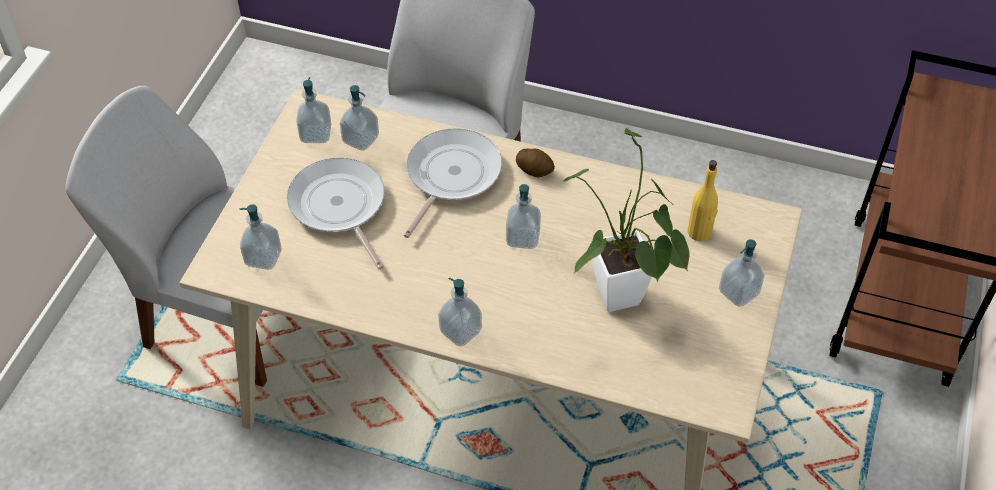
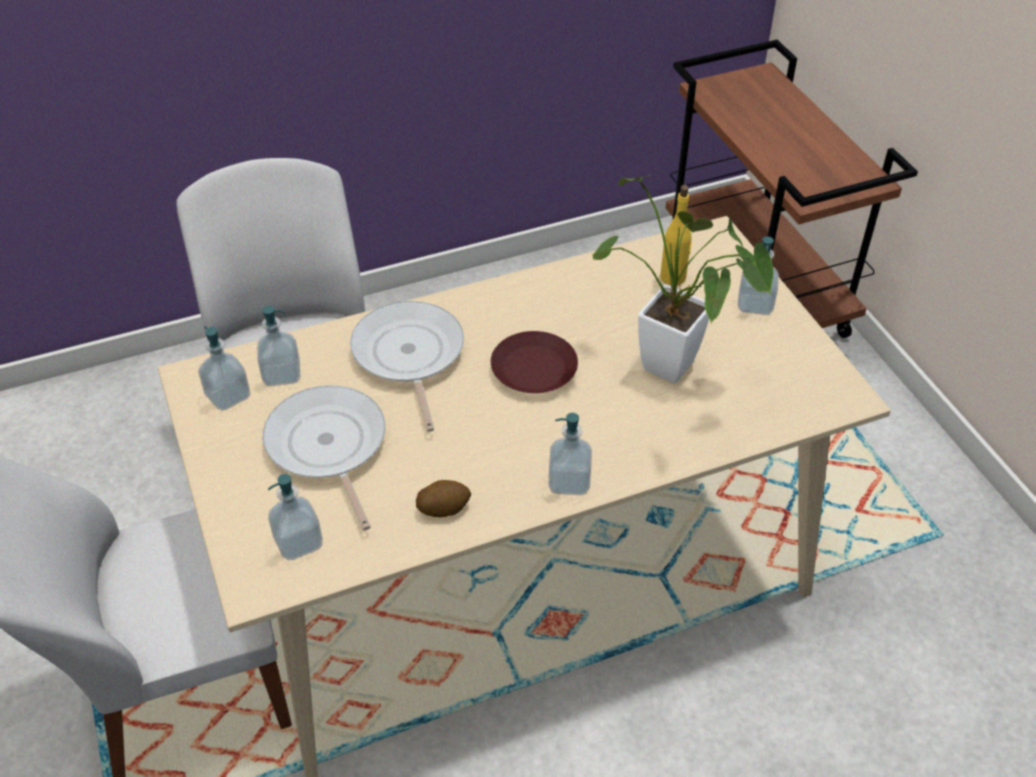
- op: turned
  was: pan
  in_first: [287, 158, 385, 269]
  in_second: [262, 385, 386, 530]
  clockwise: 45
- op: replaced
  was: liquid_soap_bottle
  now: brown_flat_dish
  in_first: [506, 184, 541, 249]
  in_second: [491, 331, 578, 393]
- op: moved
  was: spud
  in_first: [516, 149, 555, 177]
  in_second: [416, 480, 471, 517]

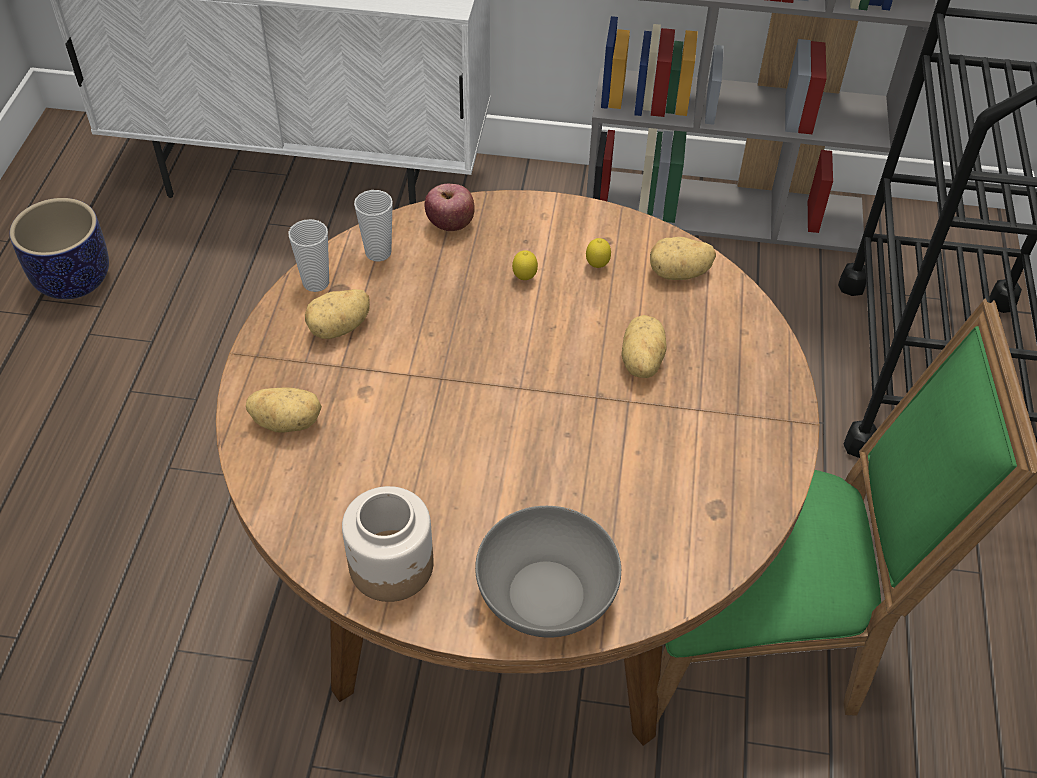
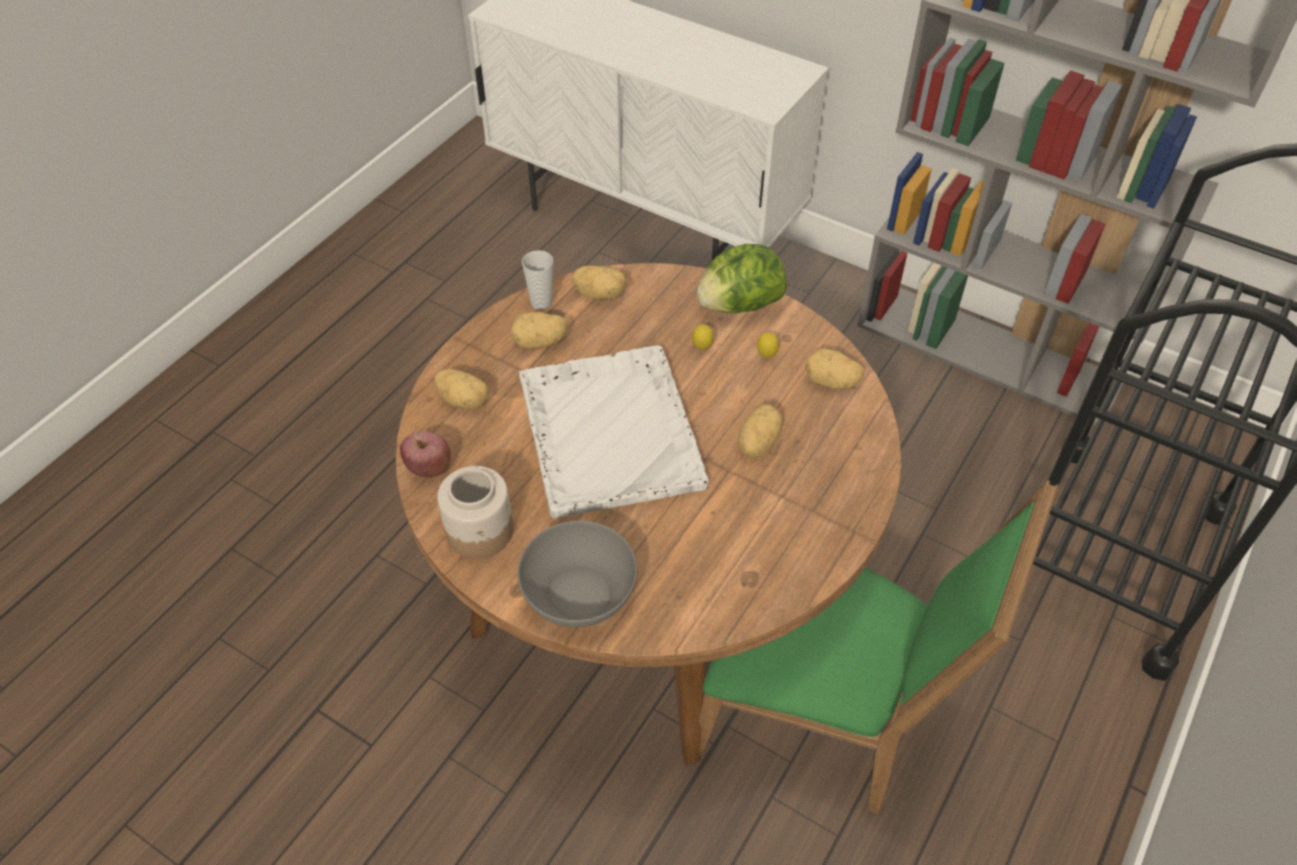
- op: removed
  was: plant_pot
  in_first: [10, 198, 109, 299]
- op: replaced
  was: drinking_cup
  now: spud
  in_first: [354, 190, 393, 261]
  in_second: [572, 266, 627, 299]
- op: moved
  was: whole_apple
  in_first: [424, 184, 475, 231]
  in_second: [400, 431, 451, 477]
- op: added
  now: white-coloured_serving_tray
  in_second: [518, 345, 709, 518]
- op: added
  now: head_of_lettuce
  in_second: [697, 244, 787, 313]

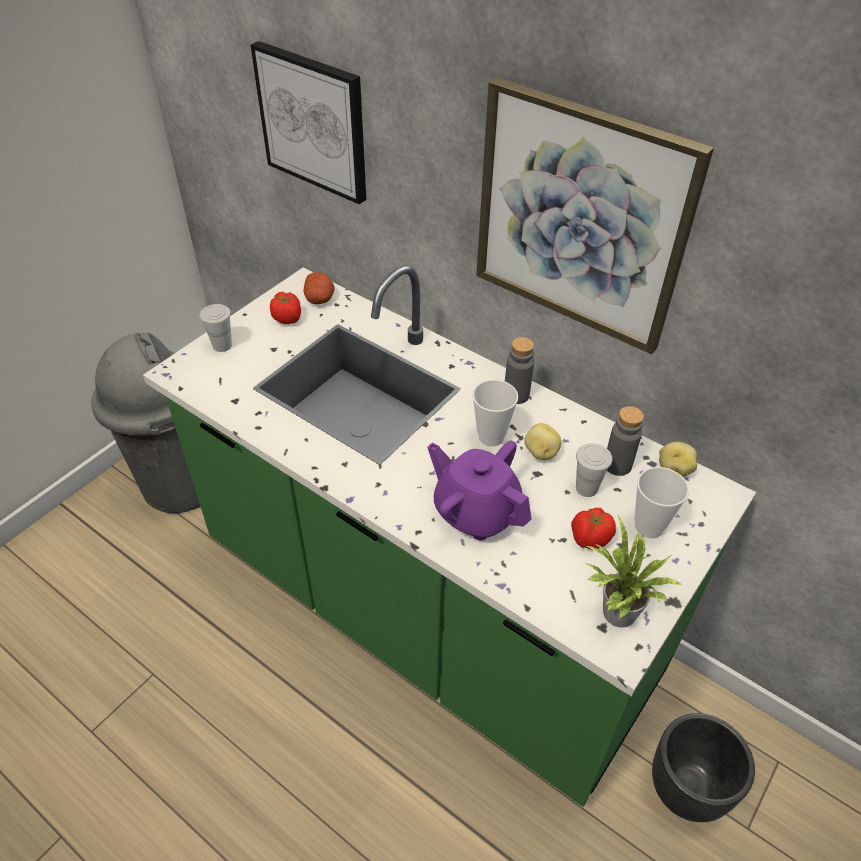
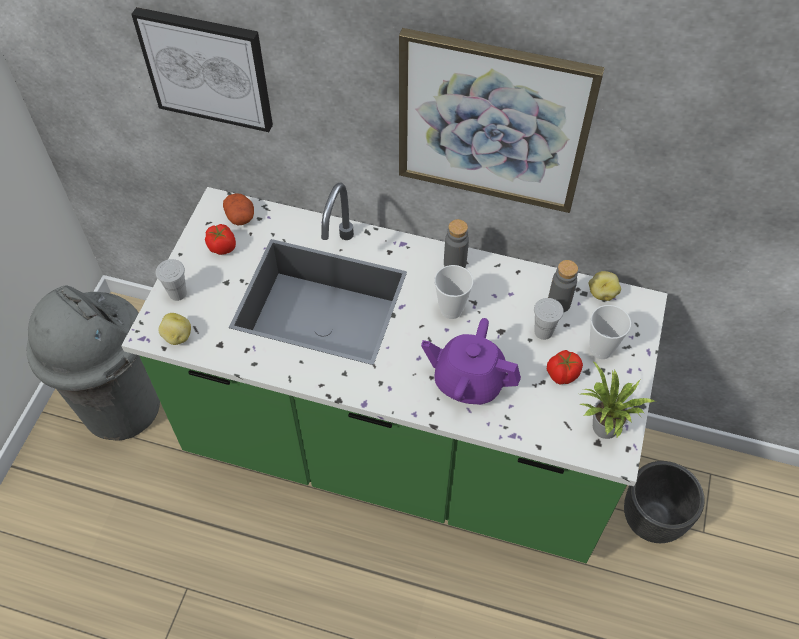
- op: moved
  was: spud
  in_first: [524, 423, 561, 460]
  in_second: [158, 313, 191, 345]

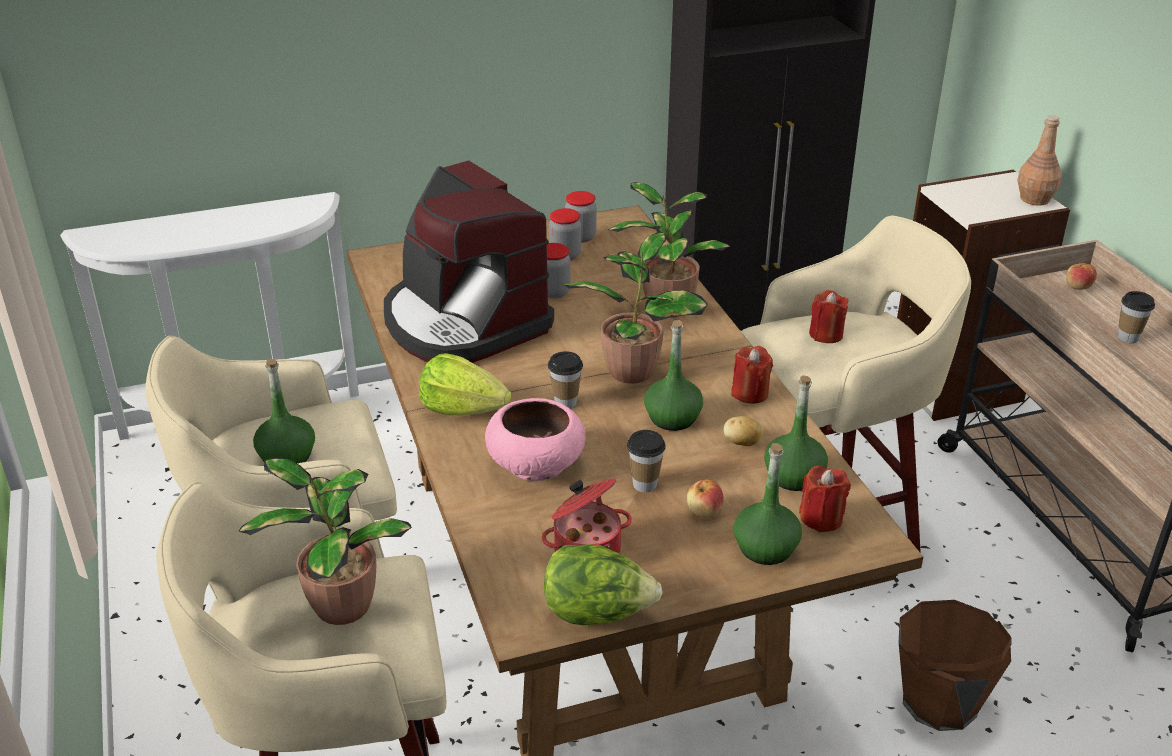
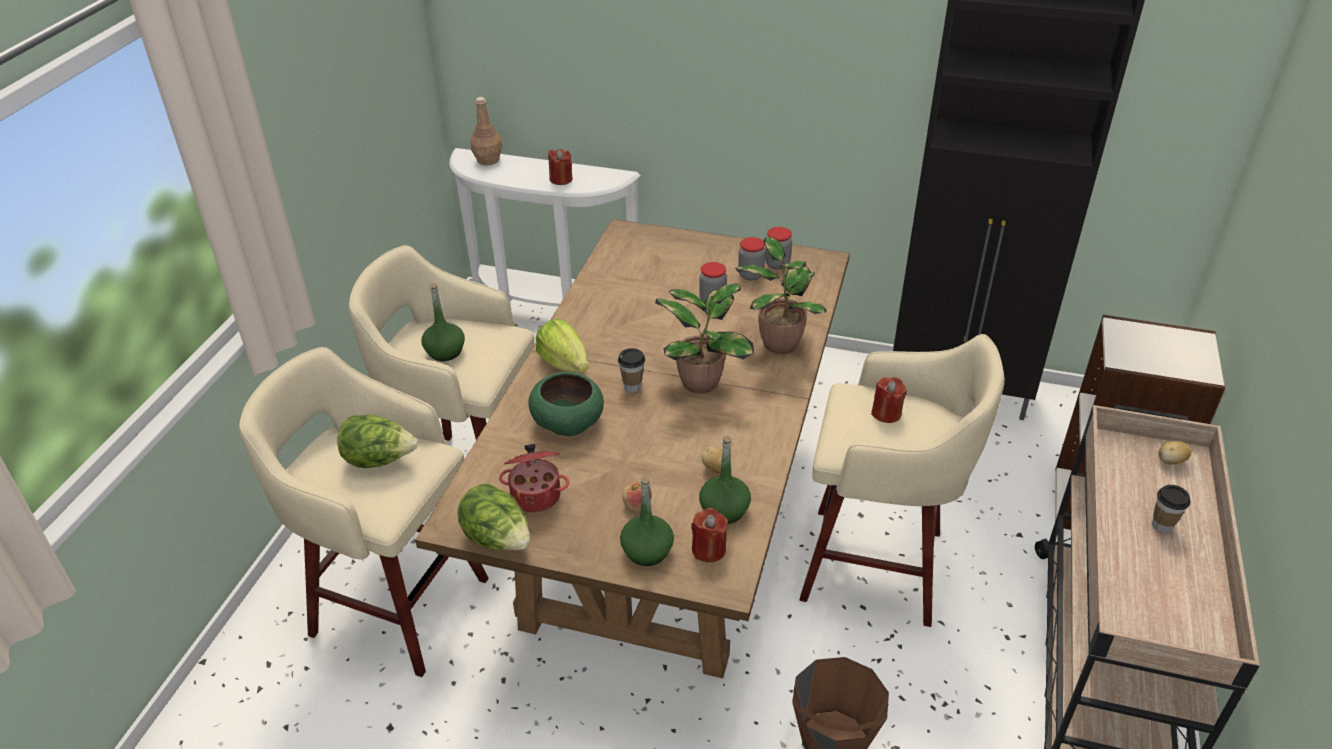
- op: replaced
  was: potted_plant
  now: head_of_lettuce
  in_first: [239, 458, 412, 625]
  in_second: [337, 414, 418, 468]
- op: removed
  was: coffee_brewer
  in_first: [384, 160, 554, 363]
- op: recoloured
  was: pink-coloured_bowl
  now: greenish_bowl
  in_first: [485, 398, 586, 481]
  in_second: [528, 372, 604, 436]
- op: removed
  was: drinking_cup
  in_first: [627, 430, 666, 492]
- op: removed
  was: greenish_drink_bottle
  in_first: [644, 320, 703, 431]
- op: moved
  was: red-coloured_candle
  in_first: [731, 346, 773, 404]
  in_second: [548, 149, 573, 185]
- op: moved
  was: brown_drink_bottle
  in_first: [1017, 115, 1062, 206]
  in_second: [470, 97, 502, 165]
- op: replaced
  was: whole_apple
  now: spud
  in_first: [1066, 263, 1097, 290]
  in_second: [1159, 441, 1191, 465]

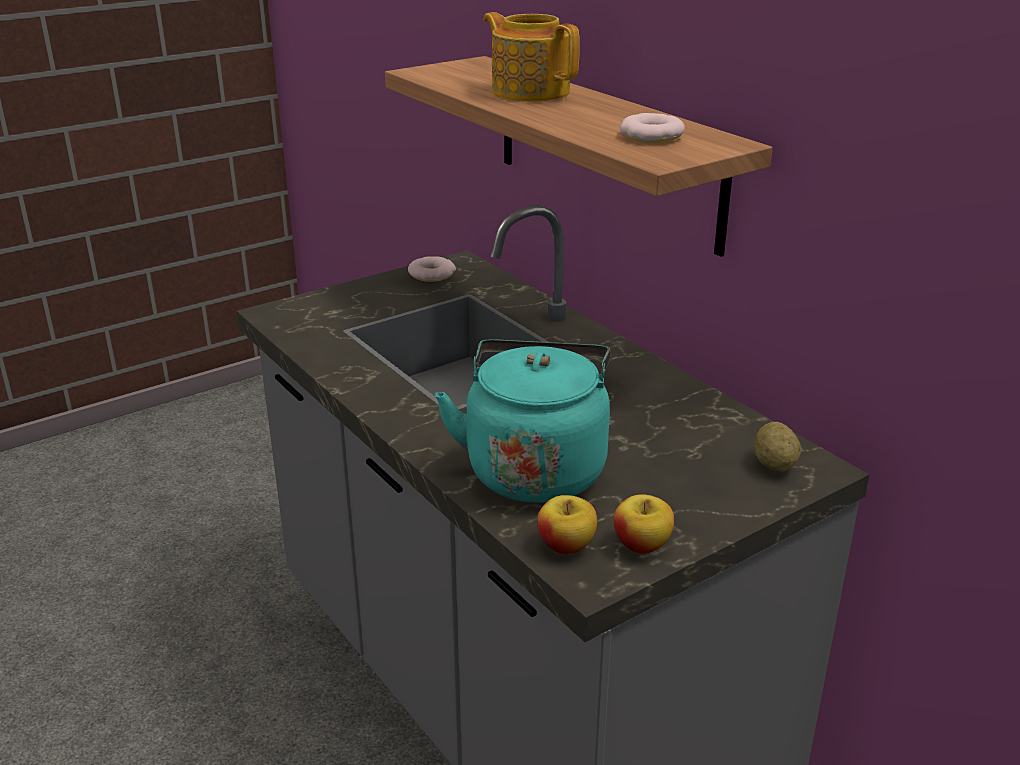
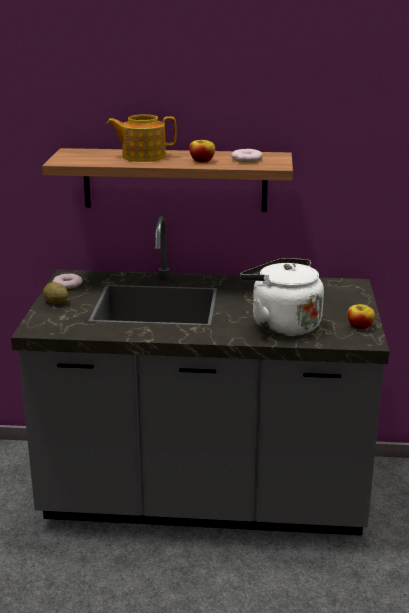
- op: recoloured
  was: turquoise-coloured_tea_kettle
  now: white-coloured_tea_kettle
  in_first: [435, 339, 610, 503]
  in_second: [240, 258, 324, 336]
- op: moved
  was: whole_apple
  in_first: [537, 495, 597, 555]
  in_second: [189, 140, 215, 163]
- op: moved
  was: spud
  in_first: [755, 422, 801, 472]
  in_second: [43, 282, 68, 304]

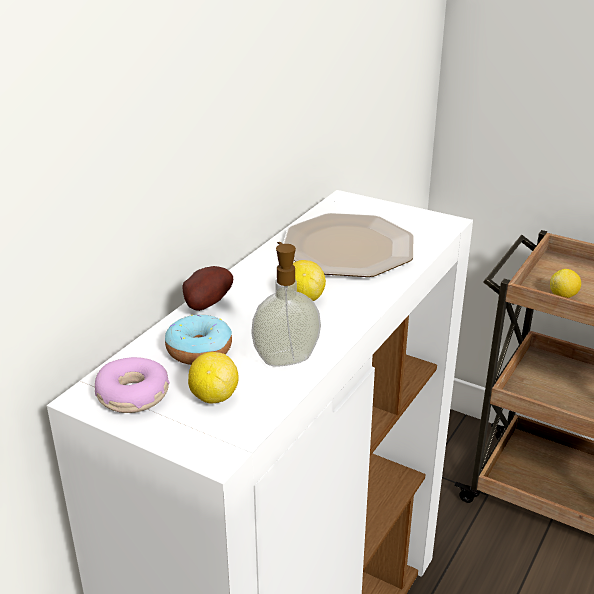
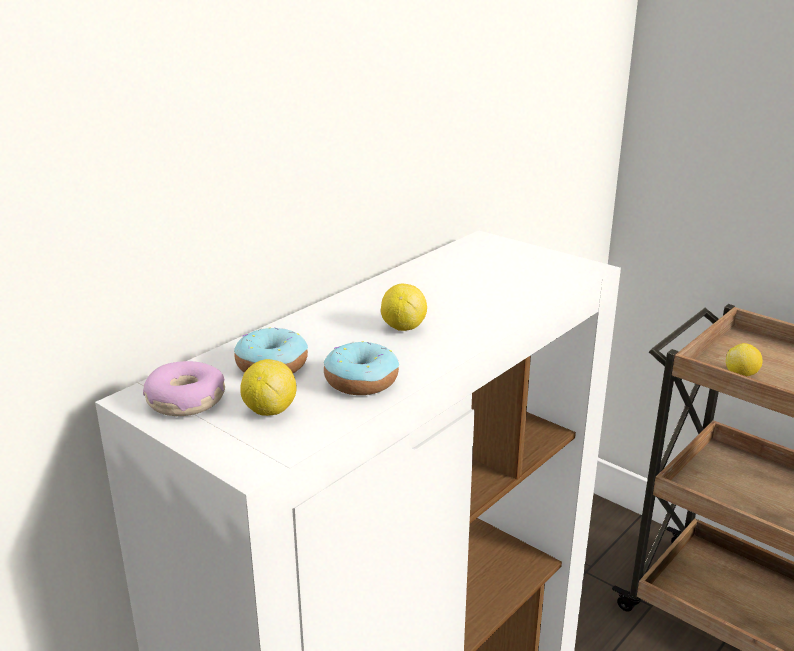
- op: removed
  was: spud
  in_first: [182, 266, 233, 311]
- op: replaced
  was: liquid_soap_bottle
  now: doughnut
  in_first: [251, 242, 321, 367]
  in_second: [324, 341, 399, 395]
- op: removed
  was: flat_dish
  in_first: [283, 213, 414, 277]

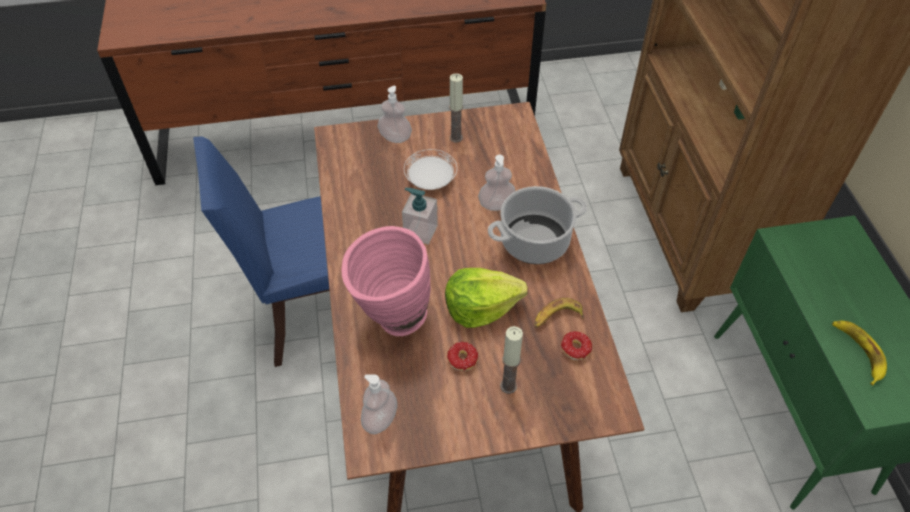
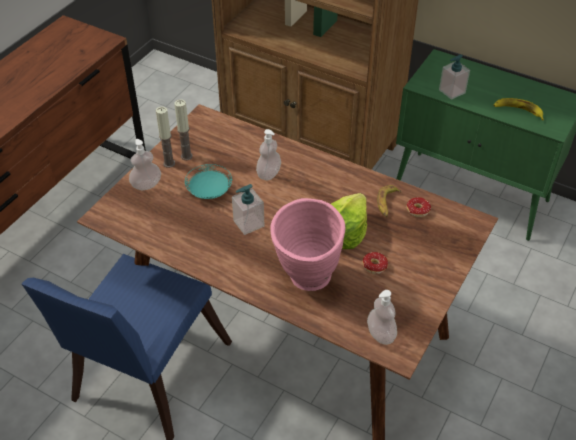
- op: recoloured
  was: white-coloured_flat_dish
  now: turquoise-coloured_flat_dish
  in_first: [404, 149, 457, 190]
  in_second: [185, 164, 232, 199]
- op: removed
  was: cooking_pot
  in_first: [488, 186, 587, 264]
- op: moved
  was: candle
  in_first: [500, 326, 523, 394]
  in_second: [156, 106, 175, 168]
- op: added
  now: liquid_soap_bottle
  in_second: [439, 55, 470, 100]

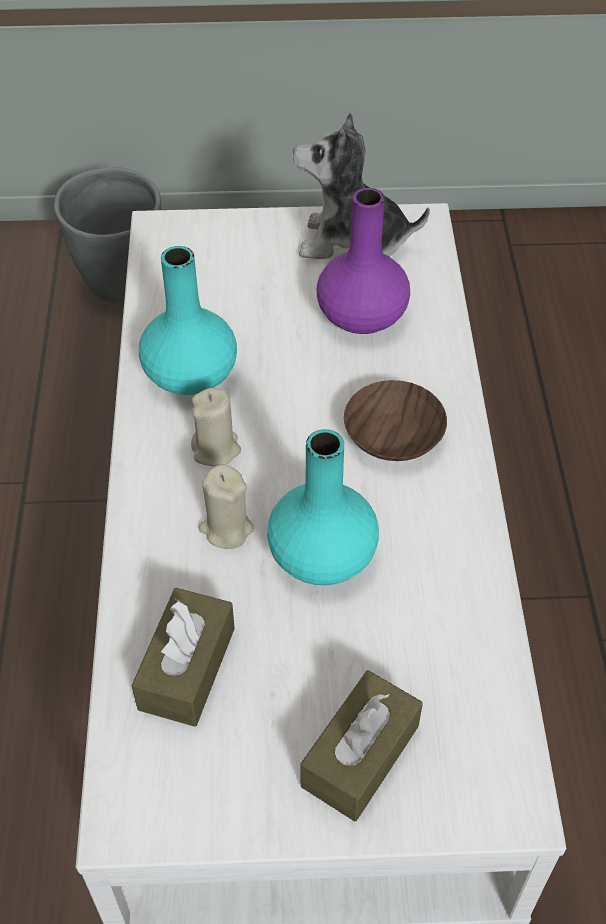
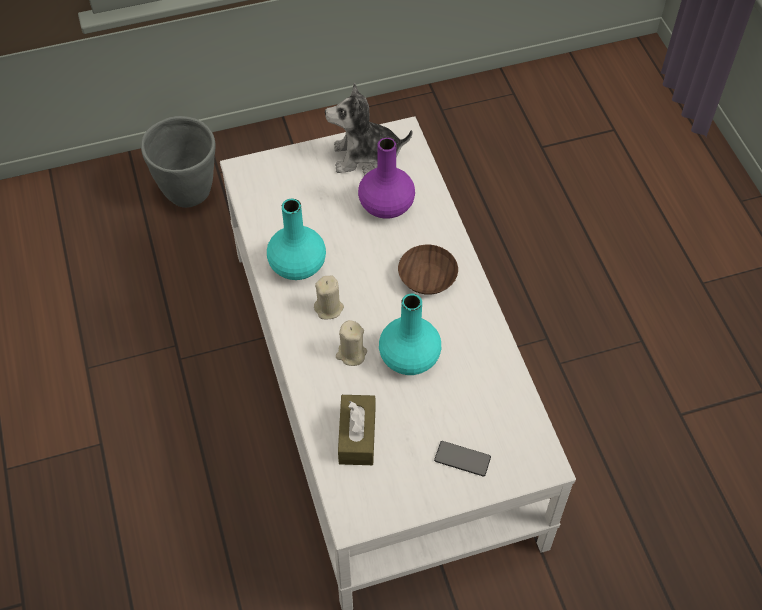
- op: replaced
  was: brown_tissue_box
  now: telephone
  in_first: [300, 670, 423, 822]
  in_second: [434, 441, 491, 476]

